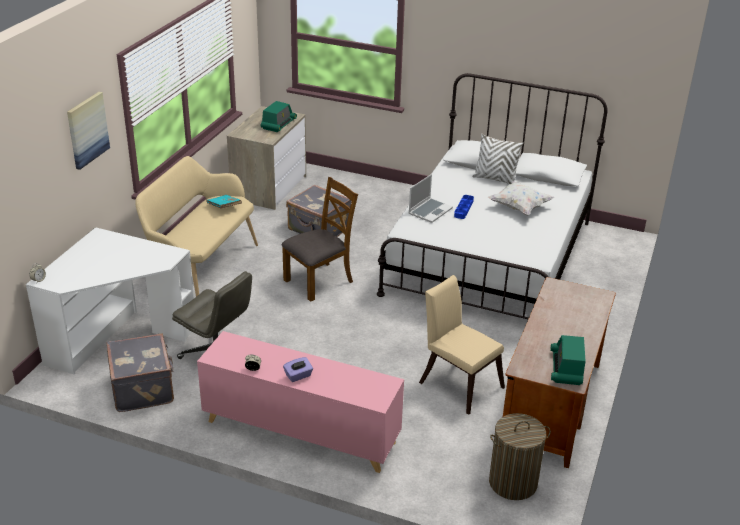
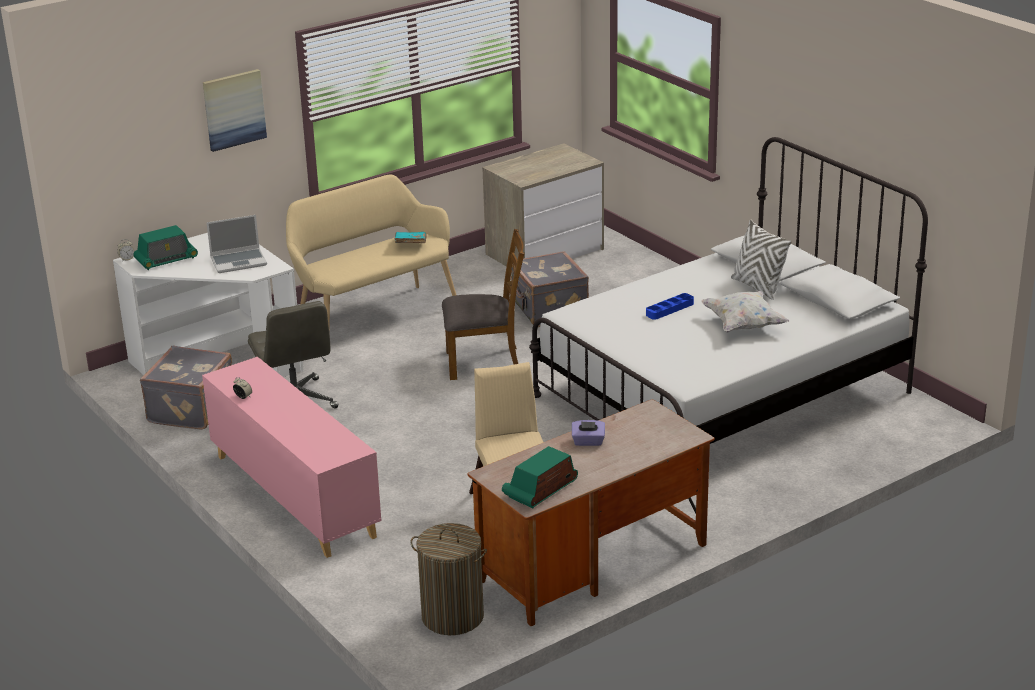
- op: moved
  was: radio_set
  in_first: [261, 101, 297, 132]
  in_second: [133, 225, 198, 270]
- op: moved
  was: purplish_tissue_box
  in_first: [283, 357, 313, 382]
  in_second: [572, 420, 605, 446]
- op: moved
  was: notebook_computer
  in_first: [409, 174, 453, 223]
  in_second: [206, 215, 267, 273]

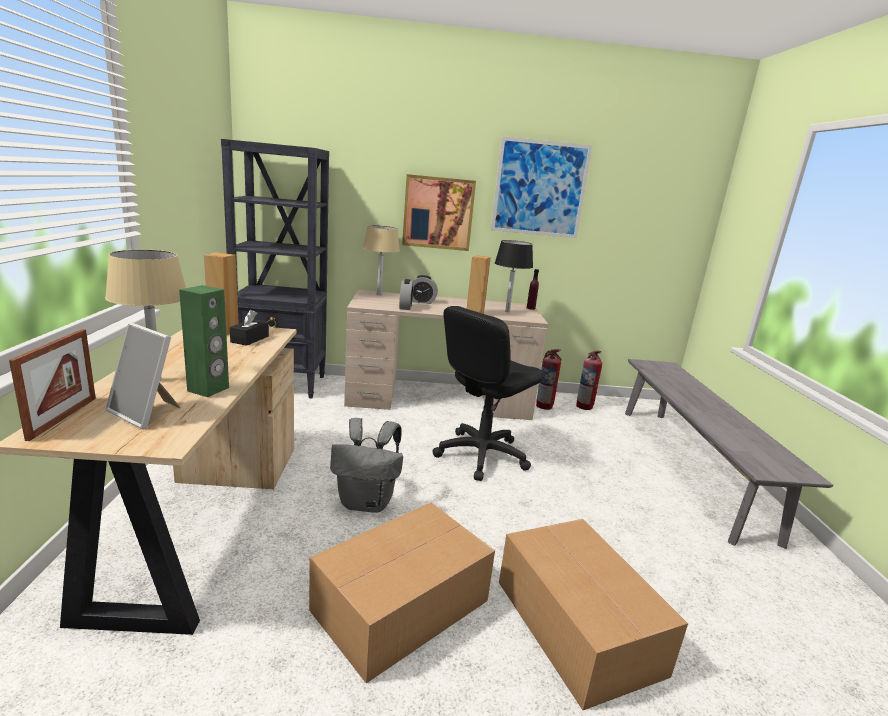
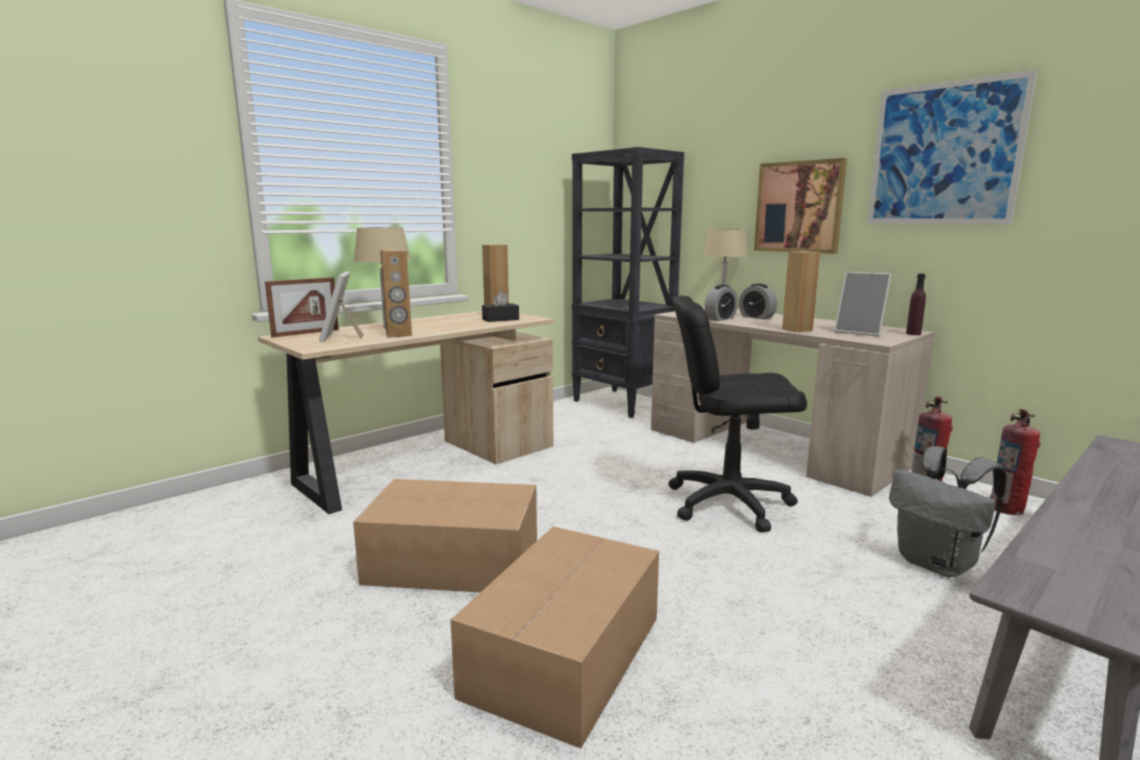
- op: recoloured
  was: greenish_speaker
  now: brown_speaker
  in_first: [179, 285, 229, 397]
  in_second: [380, 250, 412, 338]
- op: moved
  was: grey_rucksack
  in_first: [330, 418, 403, 513]
  in_second: [889, 446, 1007, 577]
- op: replaced
  was: blackish_table_lamp
  now: picture_frame
  in_first: [495, 240, 533, 312]
  in_second: [834, 272, 891, 336]

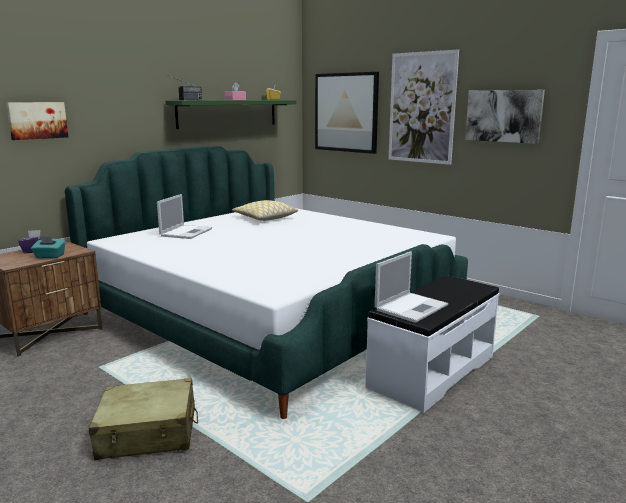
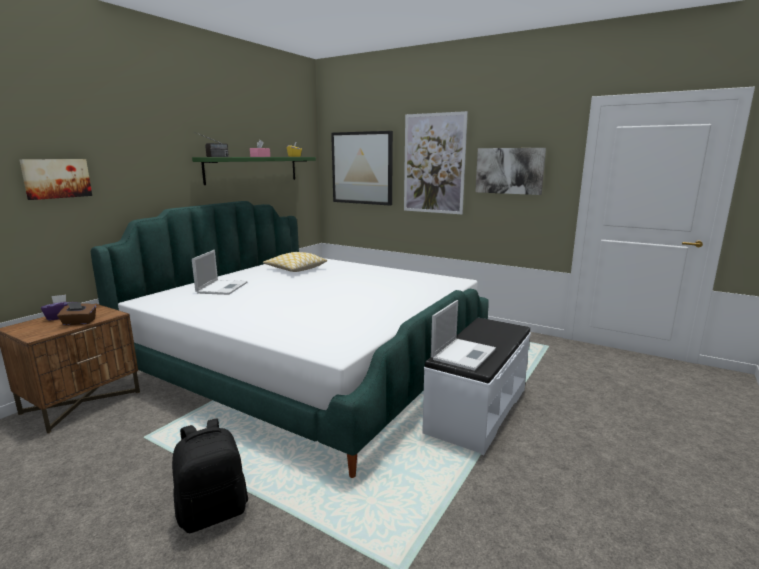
- op: recoloured
  was: turquoise-coloured_tissue_box
  now: brown_tissue_box
  in_first: [31, 236, 65, 258]
  in_second: [57, 302, 96, 325]
- op: replaced
  was: beige_piece_of_luggage
  now: blackish_rucksack
  in_first: [89, 378, 198, 460]
  in_second: [172, 418, 248, 533]

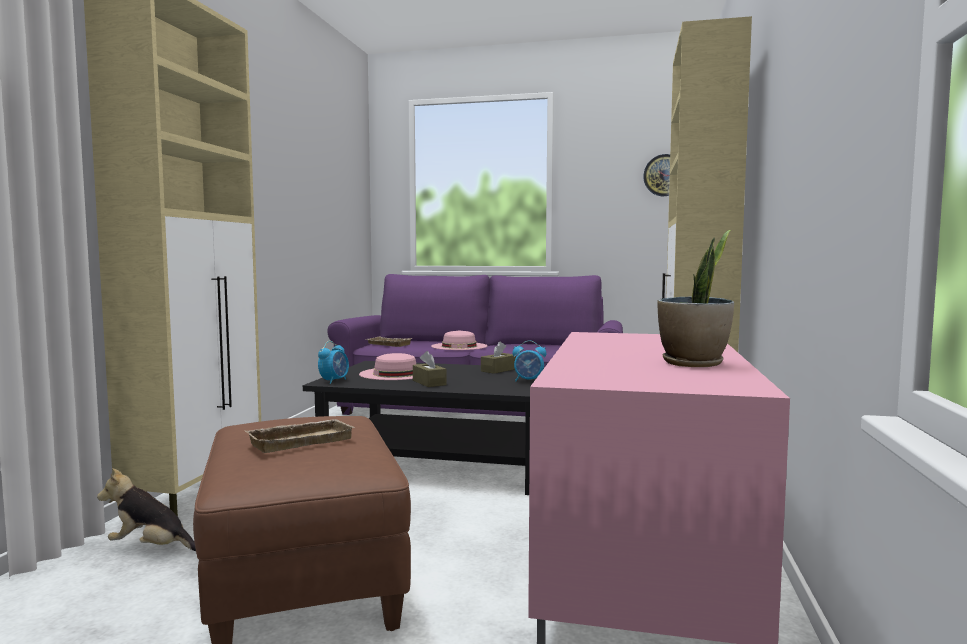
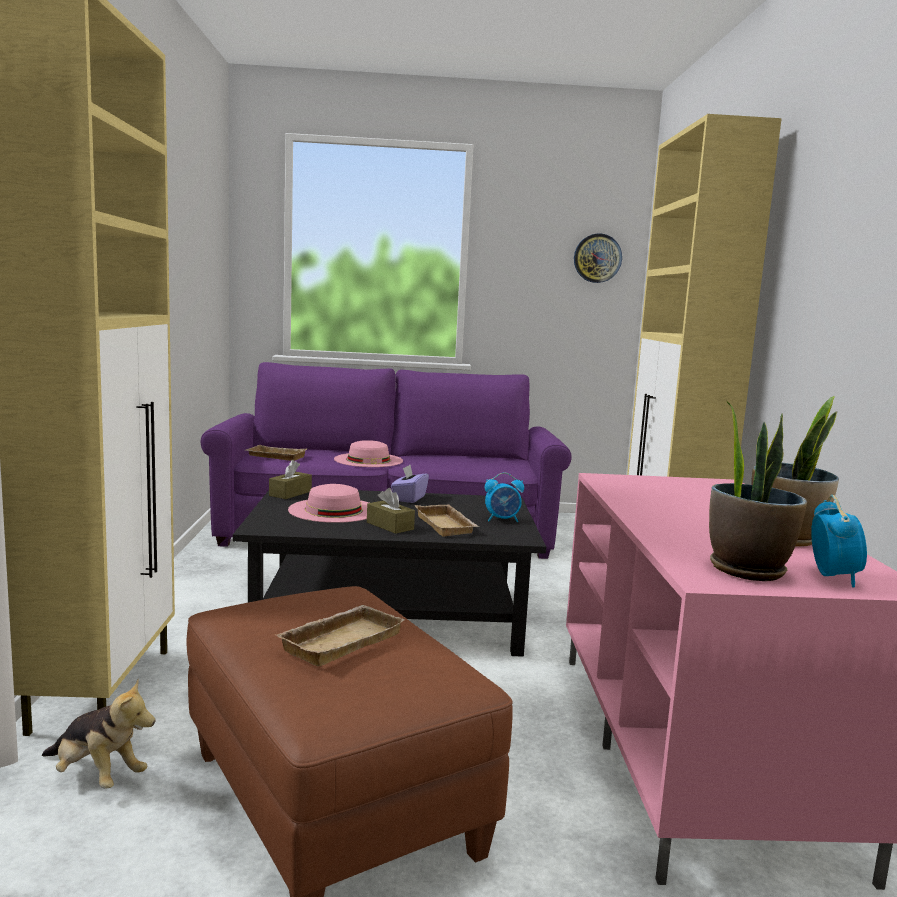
- op: turned
  was: plush_toy
  in_first: [97, 468, 196, 551]
  in_second: [42, 679, 155, 789]
  clockwise: -150
- op: moved
  was: alarm_clock
  in_first: [318, 341, 349, 384]
  in_second: [811, 495, 867, 587]
- op: moved
  was: brown_tissue_box
  in_first: [481, 342, 516, 374]
  in_second: [269, 460, 312, 499]
- op: added
  now: purplish_tissue_box
  in_second: [391, 465, 429, 503]
- op: added
  now: beige_serving_tray
  in_second: [414, 504, 479, 537]
- op: added
  now: potted_plant
  in_second: [709, 401, 807, 581]

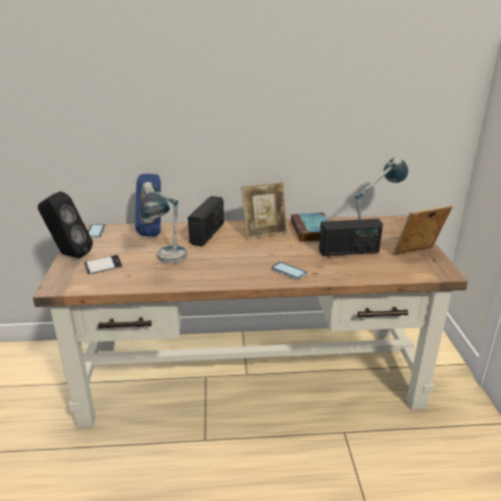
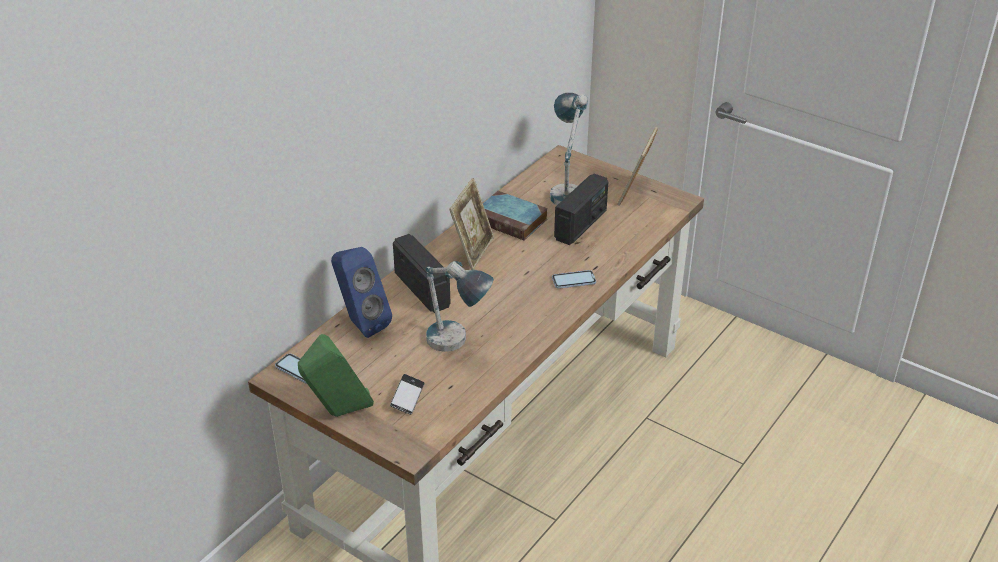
- op: recoloured
  was: blackish_speaker
  now: greenish_speaker
  in_first: [38, 191, 93, 259]
  in_second: [298, 334, 374, 417]

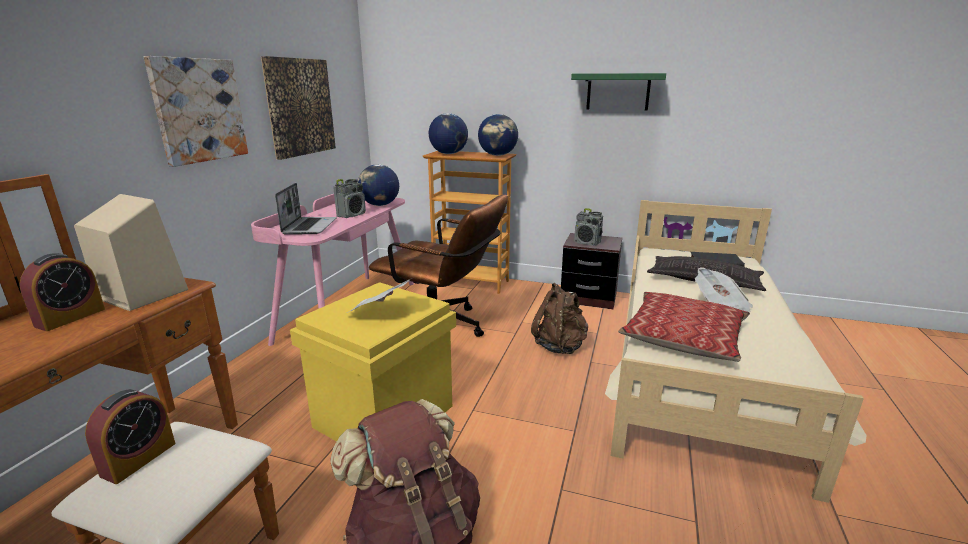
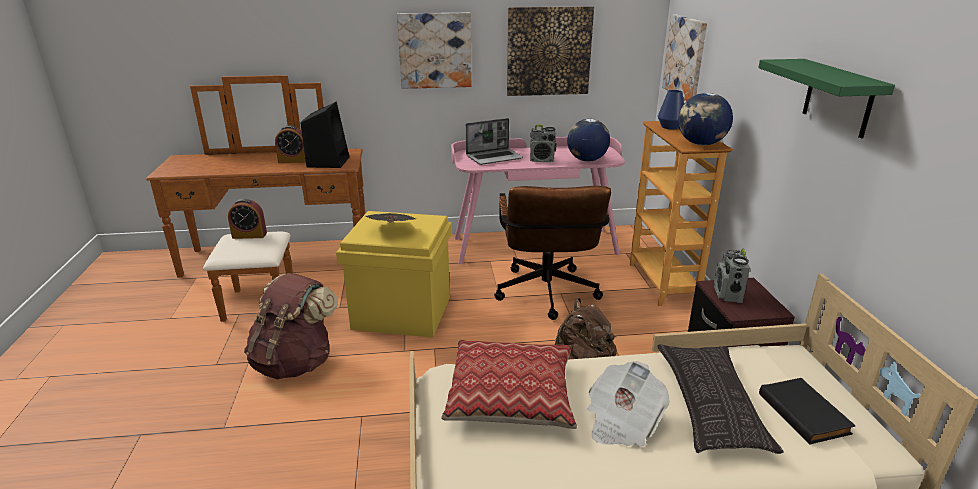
- op: recoloured
  was: beige_speaker
  now: blackish_speaker
  in_first: [74, 194, 188, 311]
  in_second: [300, 102, 349, 168]
- op: replaced
  was: world_globe
  now: blue-coloured_vase
  in_first: [429, 113, 468, 154]
  in_second: [658, 90, 684, 129]
- op: added
  now: wall_picture
  in_second: [662, 15, 707, 101]

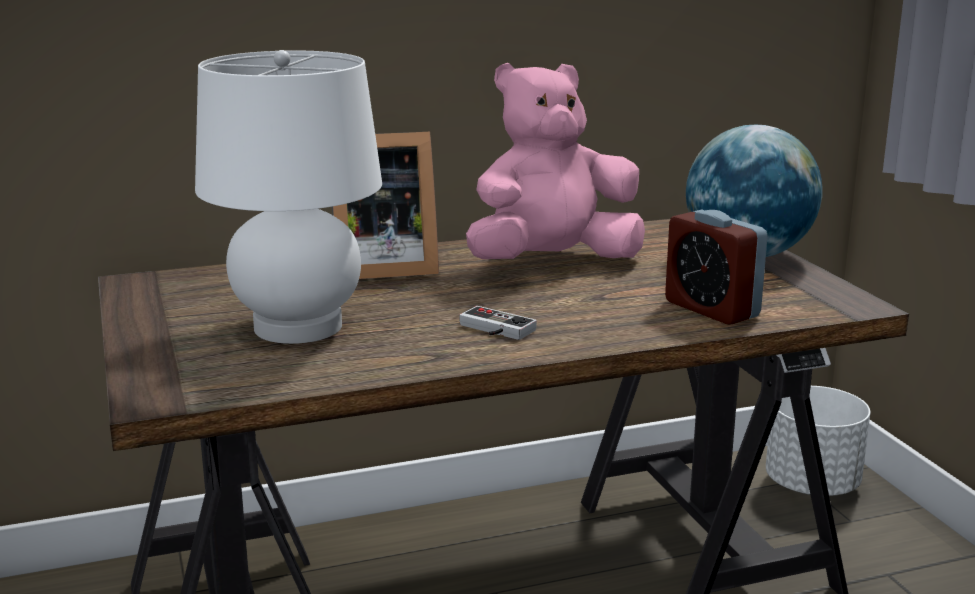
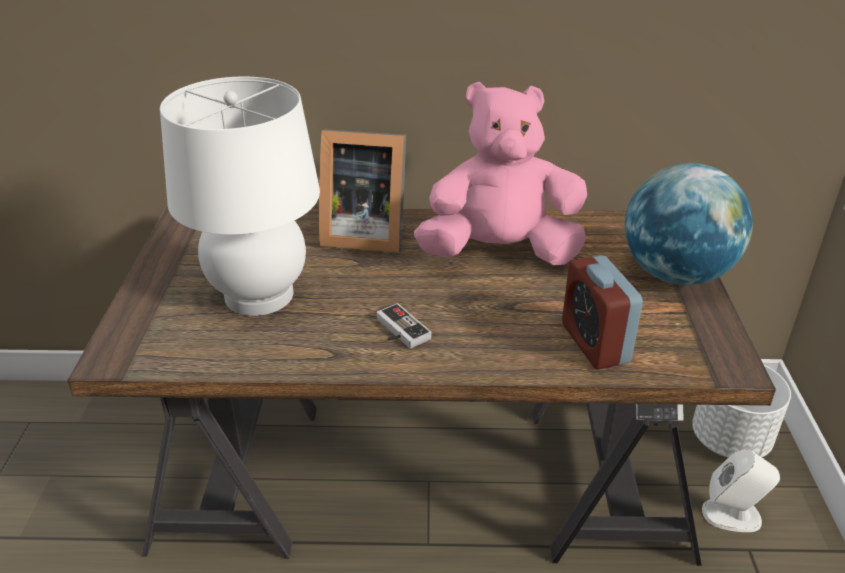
- op: added
  now: white-coloured_speaker
  in_second: [702, 449, 780, 532]

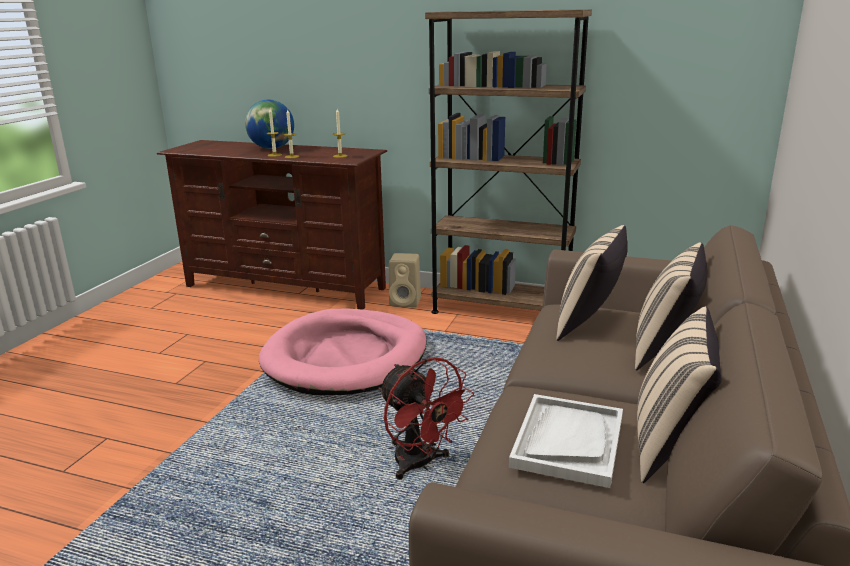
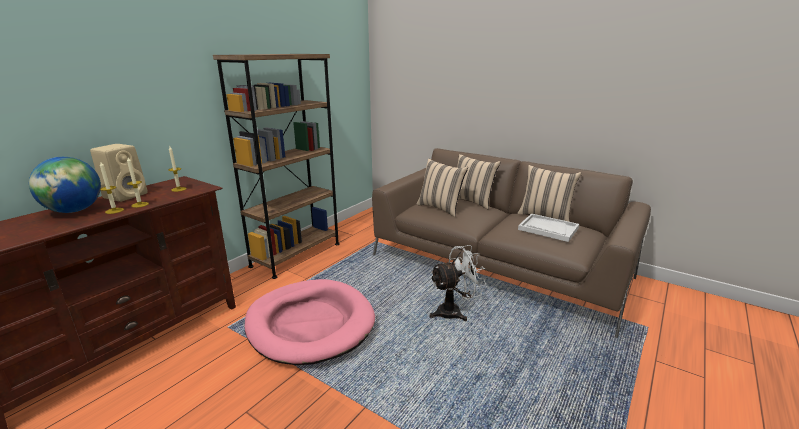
- op: recoloured
  was: red-coloured_cooling_fan
  now: white-coloured_cooling_fan
  in_first: [379, 358, 474, 480]
  in_second: [429, 245, 486, 321]
- op: moved
  was: beige_speaker
  in_first: [389, 253, 421, 307]
  in_second: [90, 144, 148, 202]

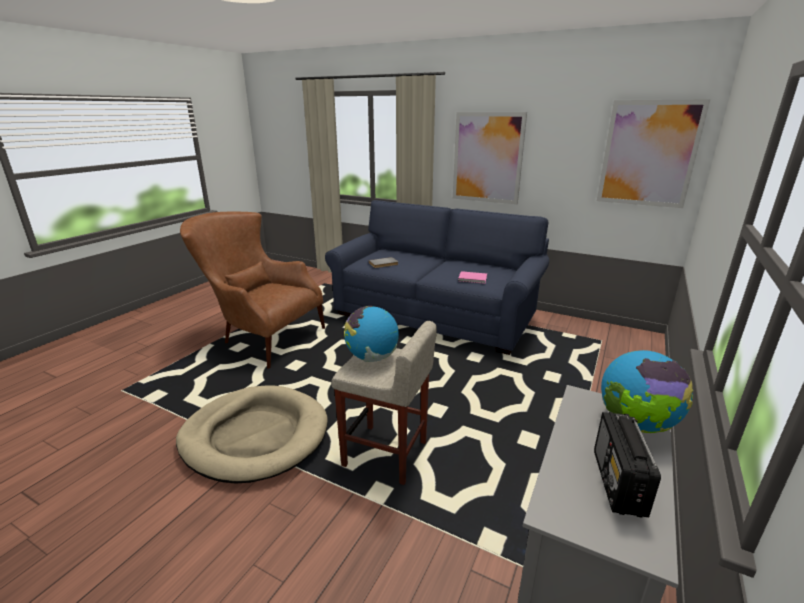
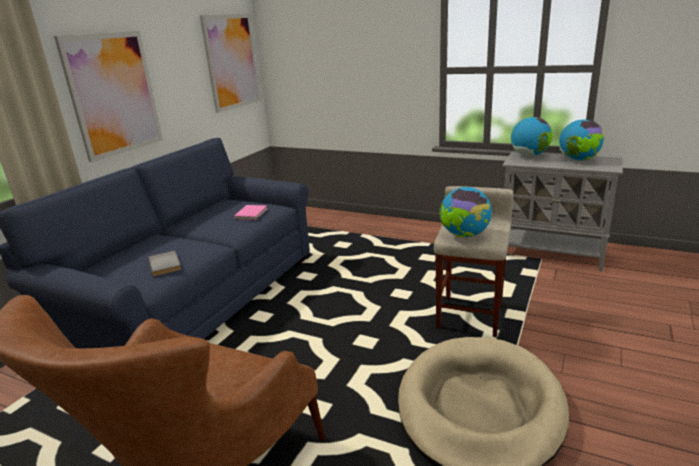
- op: replaced
  was: radio_set
  now: world_globe
  in_first: [594, 412, 661, 518]
  in_second: [559, 120, 604, 161]

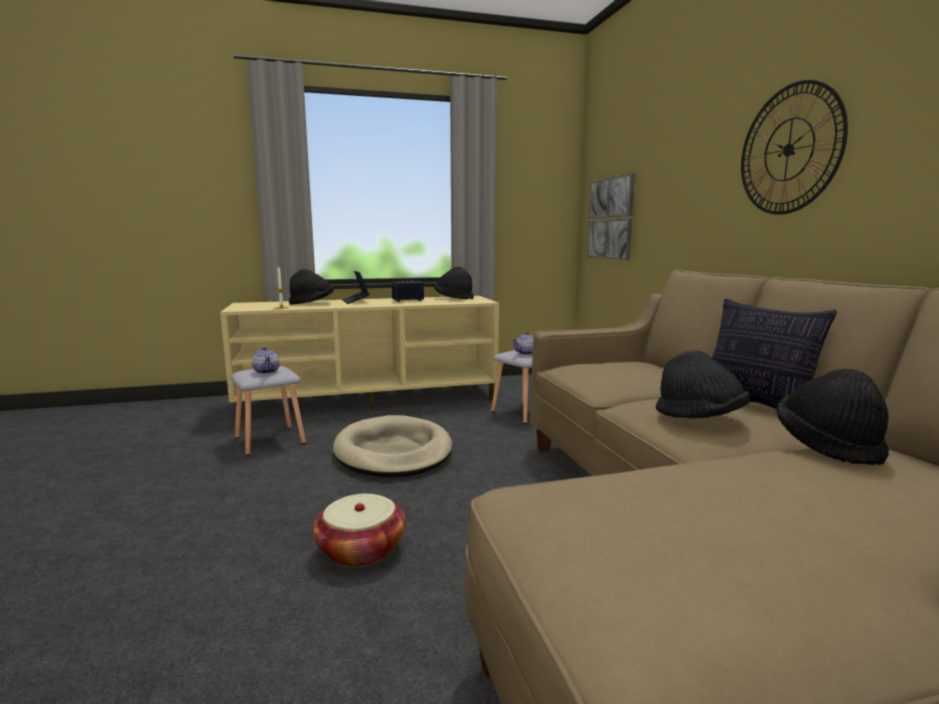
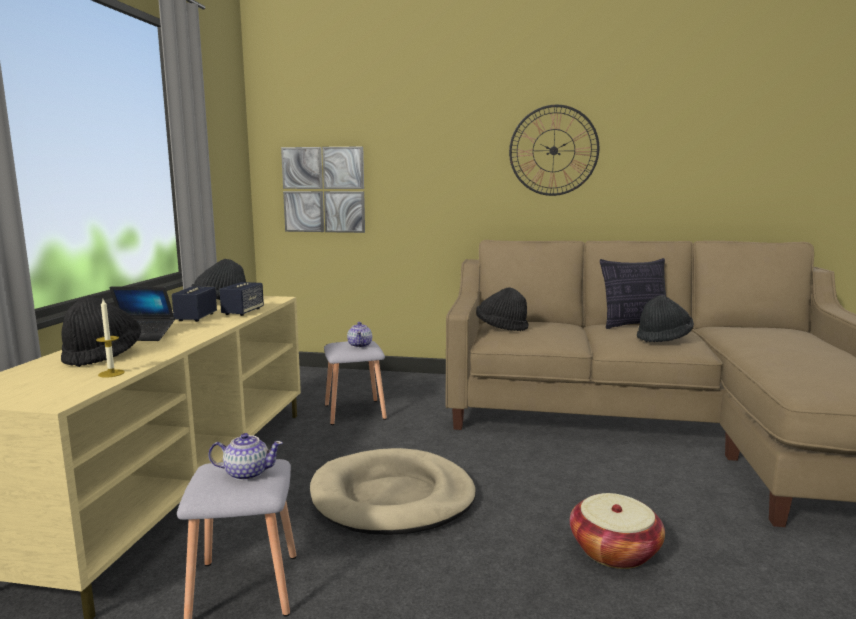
- op: moved
  was: blackish_hat
  in_first: [777, 368, 889, 465]
  in_second: [476, 287, 528, 331]
- op: added
  now: speaker
  in_second: [219, 282, 264, 316]

